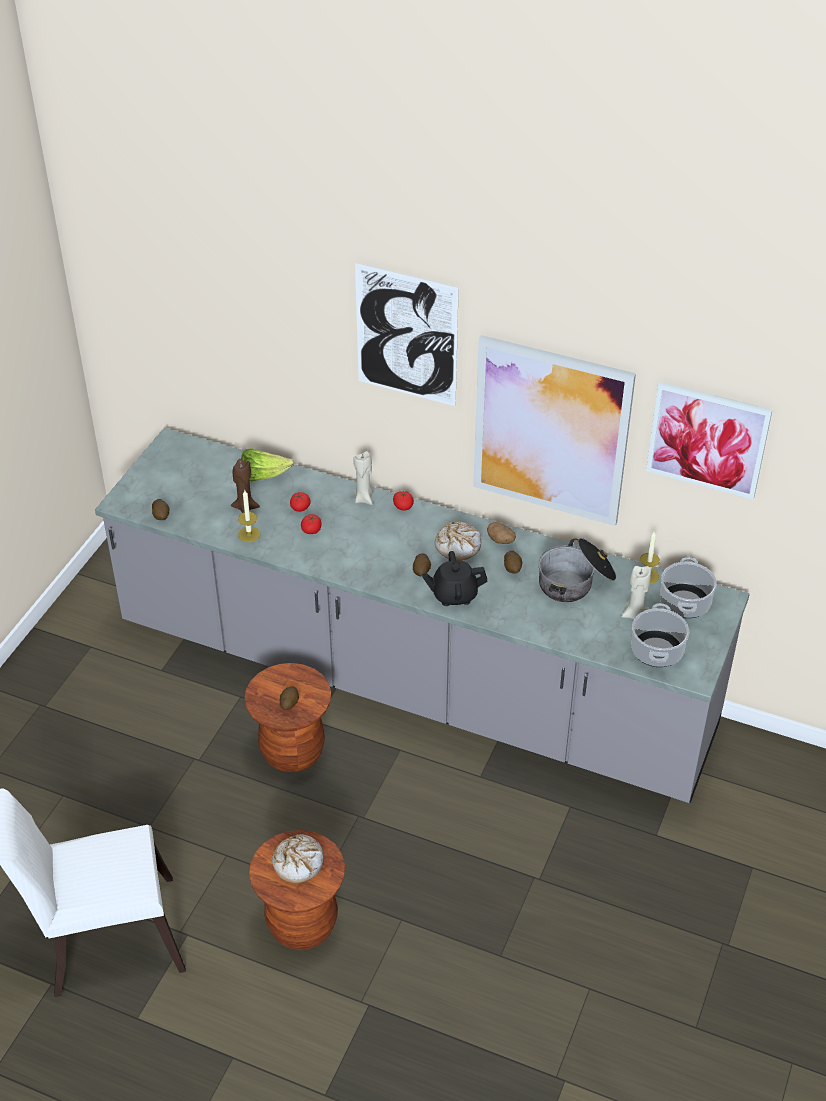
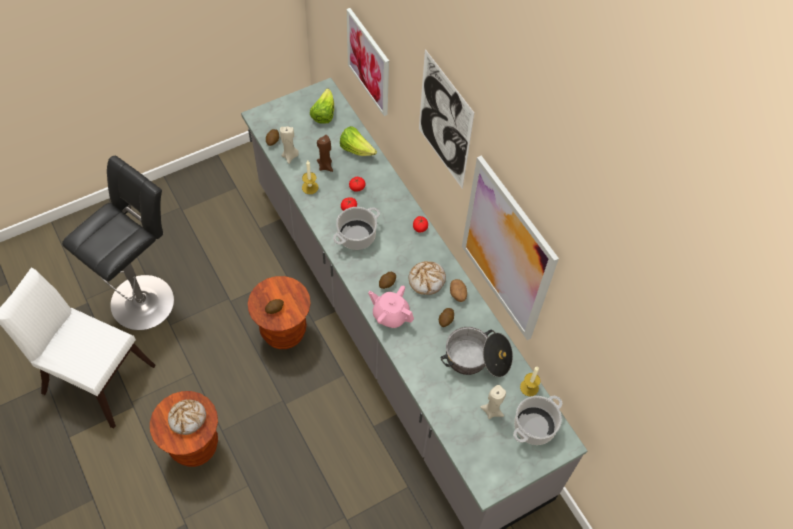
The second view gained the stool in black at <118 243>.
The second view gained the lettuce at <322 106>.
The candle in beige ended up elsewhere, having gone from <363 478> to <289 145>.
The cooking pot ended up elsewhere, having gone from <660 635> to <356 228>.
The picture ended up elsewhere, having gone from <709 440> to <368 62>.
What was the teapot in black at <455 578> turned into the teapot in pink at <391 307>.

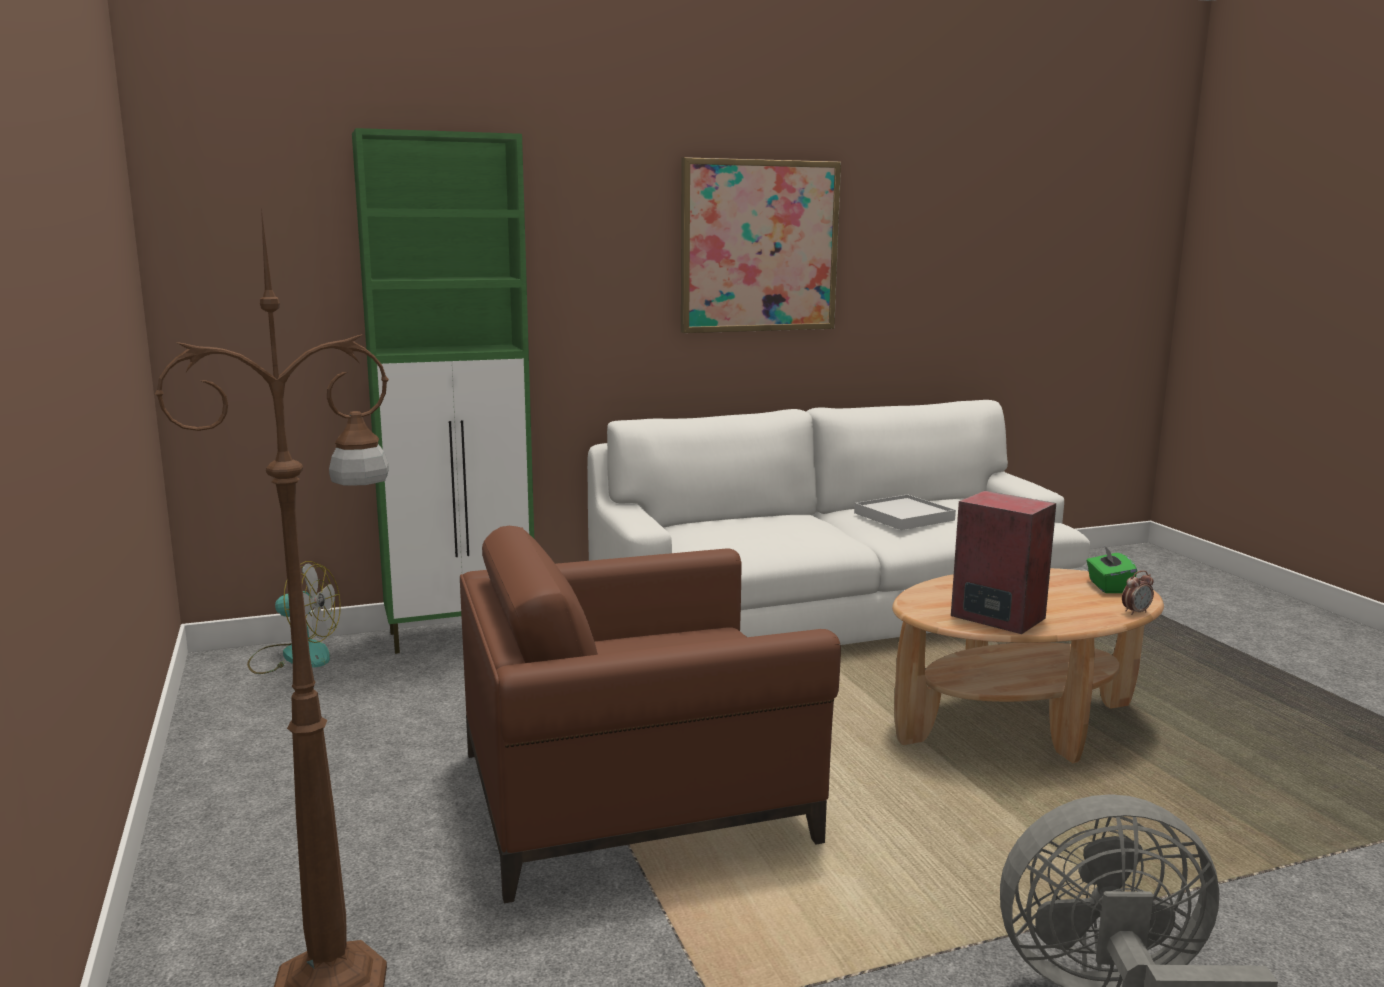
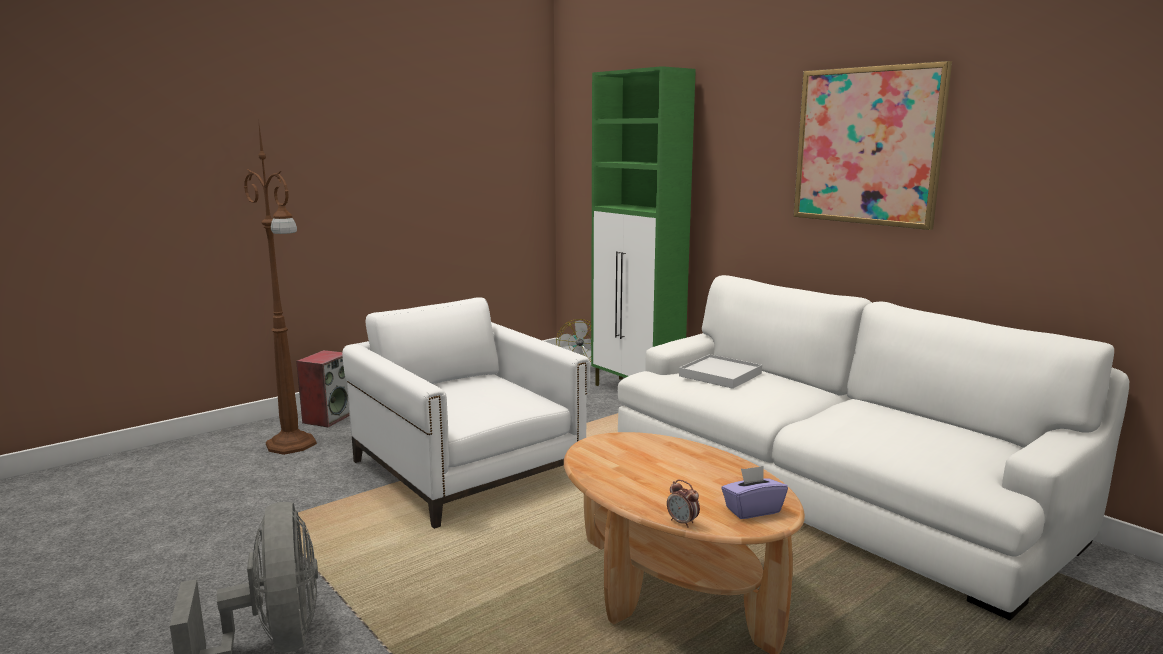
The tray in white ended up elsewhere, having gone from <905 512> to <720 371>.
The speaker ended up elsewhere, having gone from <1003 562> to <323 388>.
What was the armchair in brown at <650 714> turned into the armchair in white at <466 413>.
What was the tissue box in green at <1111 569> turned into the tissue box in purple at <754 492>.

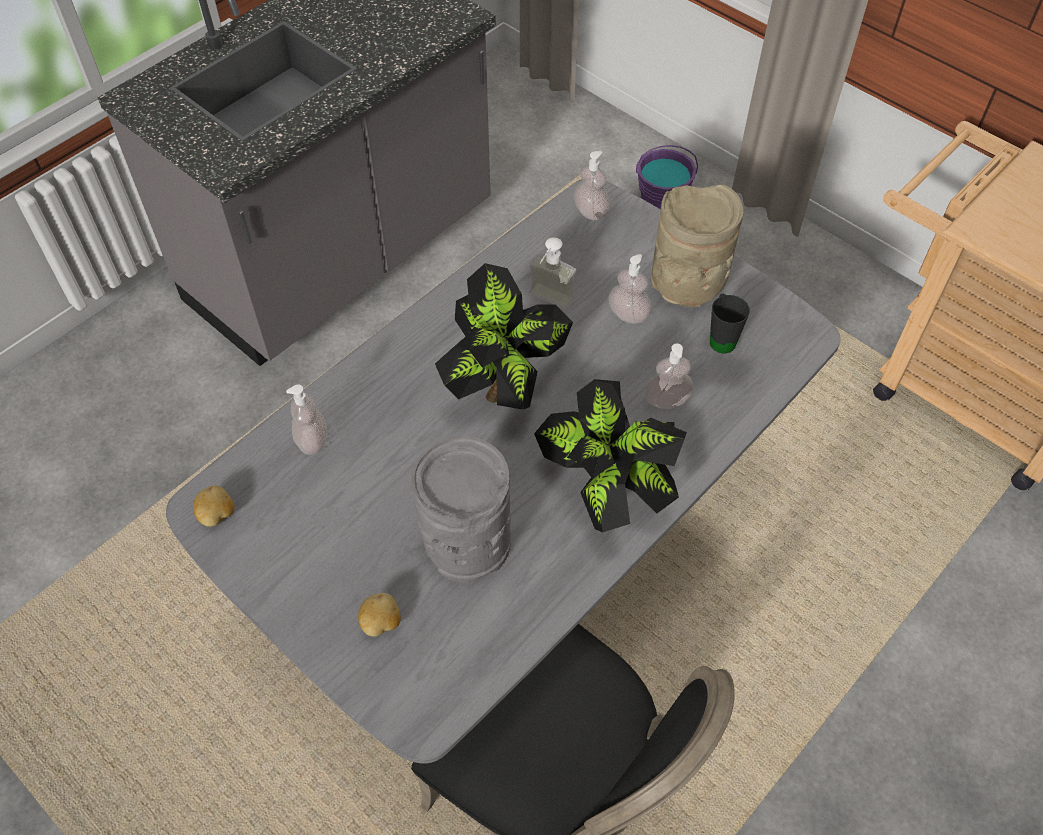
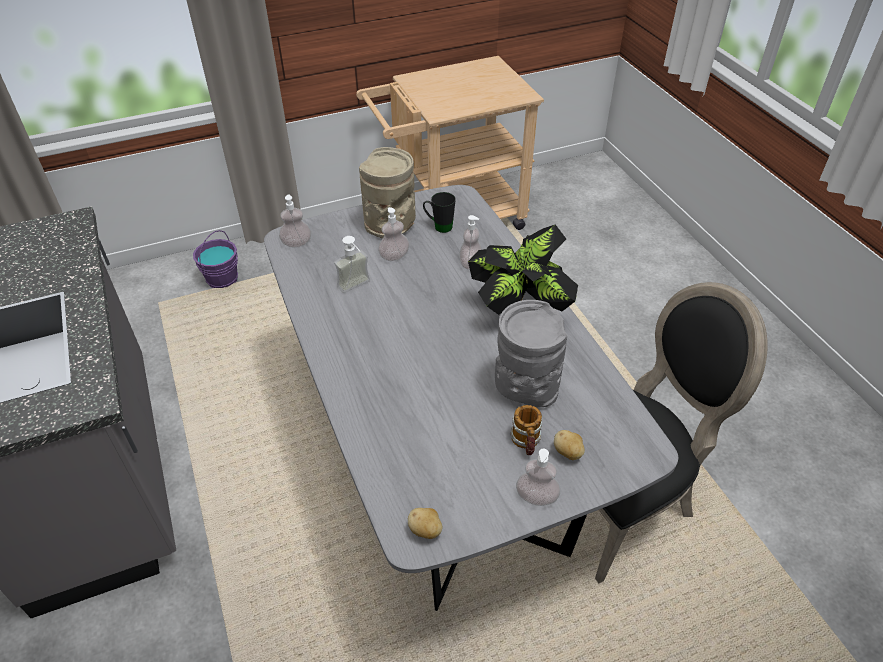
The second view lost the potted plant at <504 336>.
The second view gained the mug at <526 430>.
The soap dispenser ended up elsewhere, having gone from <306 419> to <538 477>.

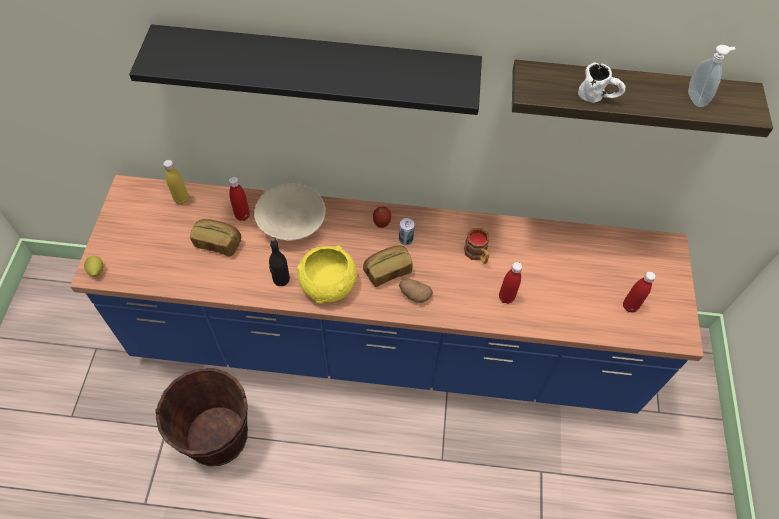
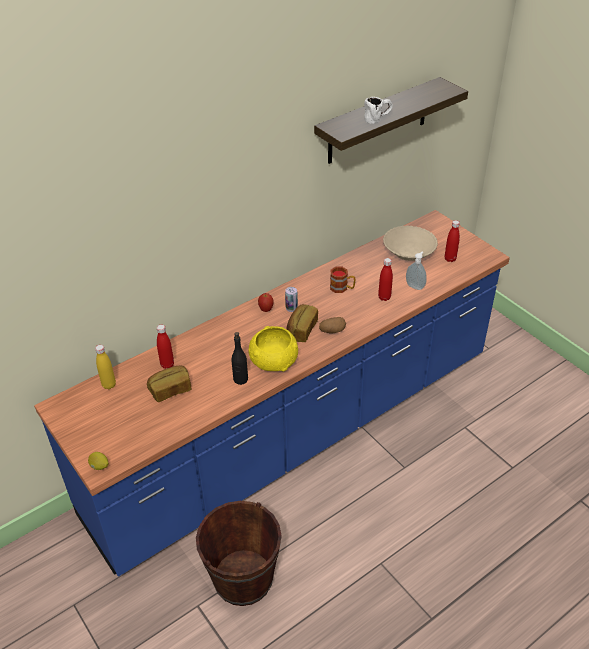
The second view lost the shelf in black at <305 69>.
The bowl in beige ended up elsewhere, having gone from <290 212> to <410 243>.
The soap dispenser ended up elsewhere, having gone from <711 76> to <416 271>.

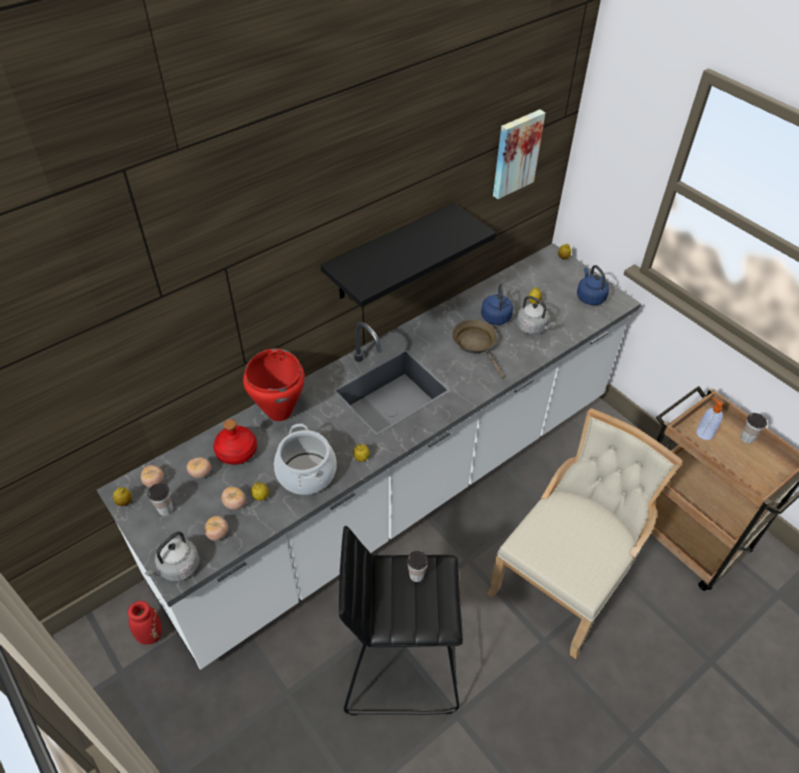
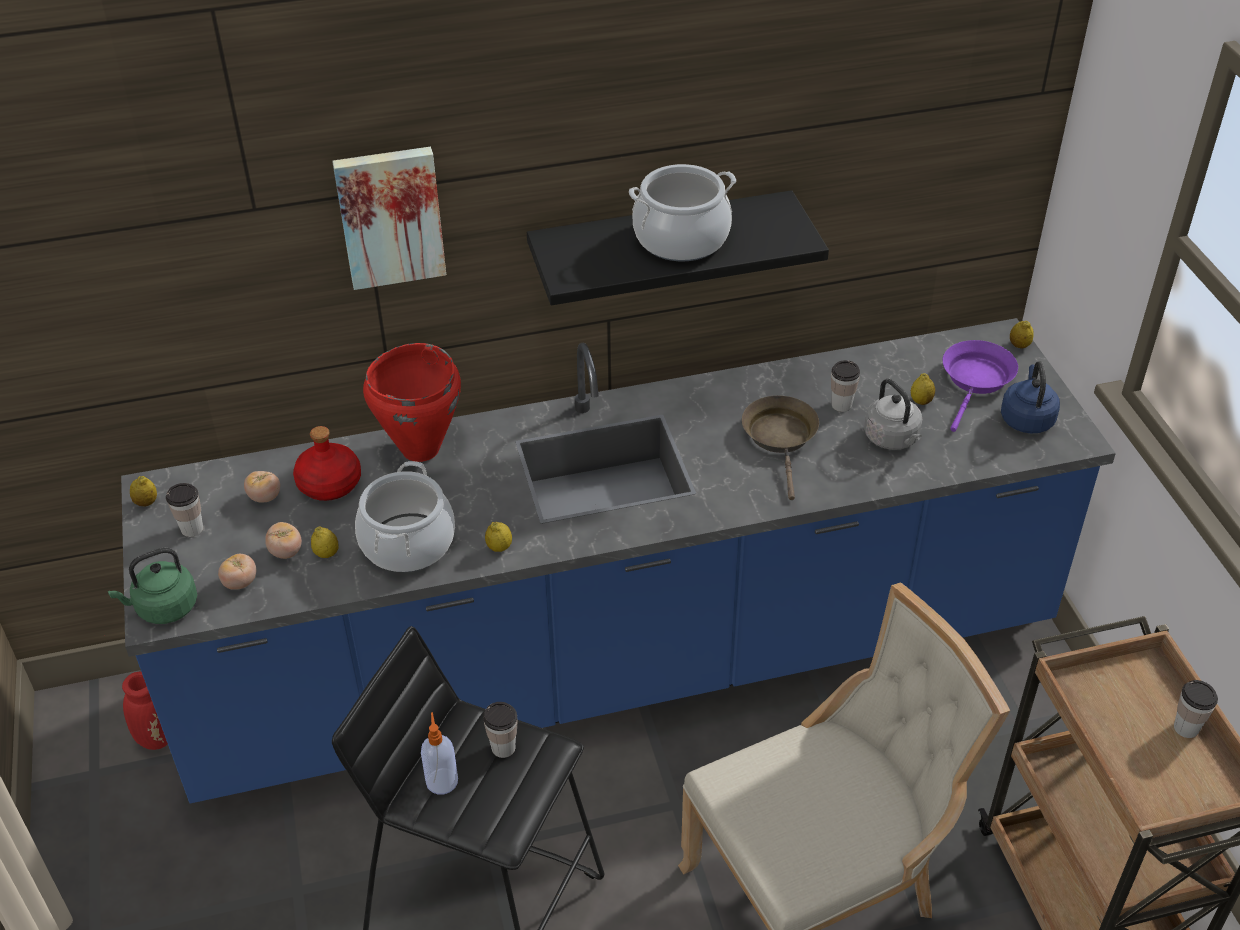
The second view lost the tomato at <152 476>.
The second view gained the cooking pot at <682 212>.
The second view gained the frying pan in purple at <980 386>.
The picture ended up elsewhere, having gone from <519 154> to <389 218>.
The soap dispenser ended up elsewhere, having gone from <709 418> to <439 753>.
Where the kettle in blue stood at <497 304>, the cup came to stand at <845 386>.
What was the counter in white at <369 456> turned into the counter in blue at <618 560>.
What was the kettle in grey at <172 556> turned into the kettle in green at <152 586>.

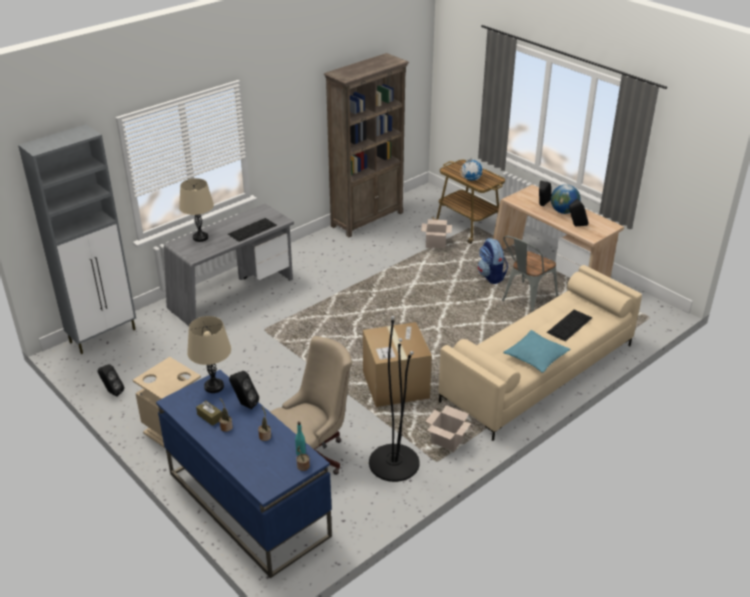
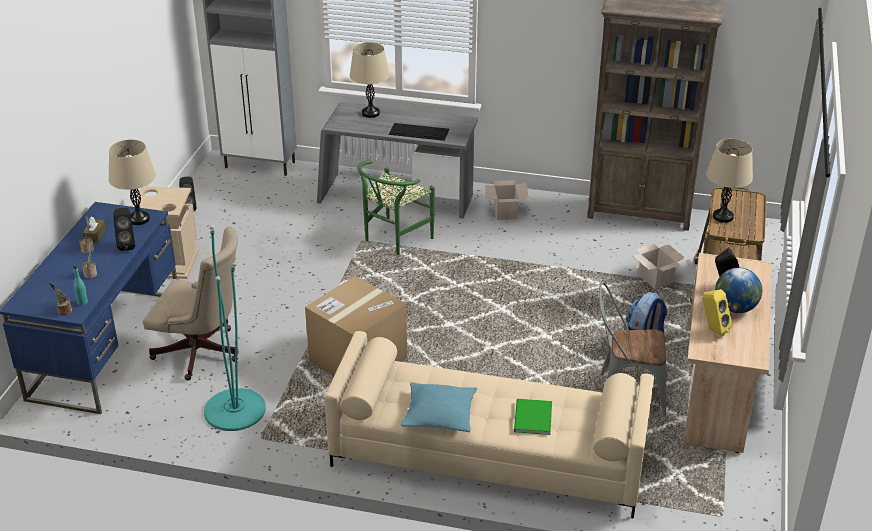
The second view gained the chair in green at <395 207>.
The cardboard box ended up elsewhere, having gone from <448 428> to <506 200>.
Where the globe stood at <471 169>, the table lamp in beige came to stand at <730 181>.
Where the keyboard stood at <569 325>, the book in green came to stand at <533 417>.
What was the floor lamp in black at <394 399> turned into the floor lamp in turquoise at <235 328>.
What was the speaker in black at <579 212> turned into the speaker in yellow at <717 312>.

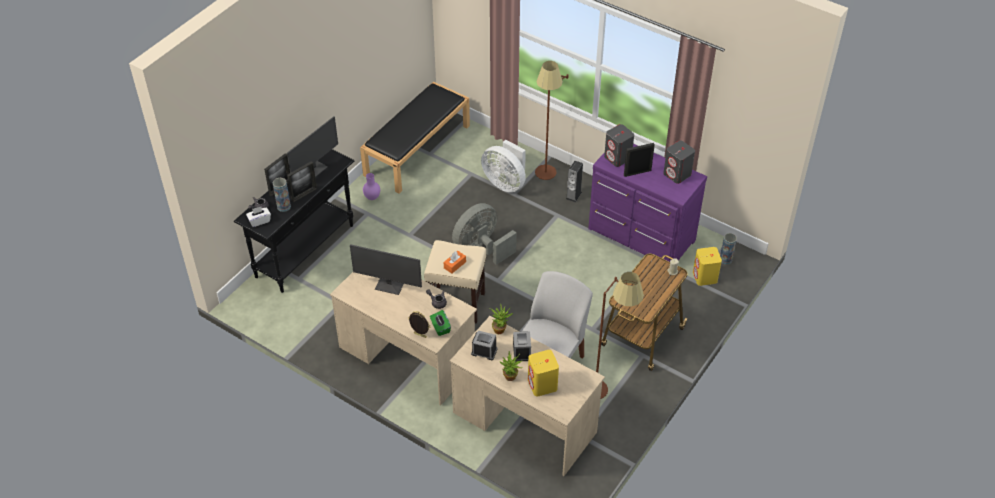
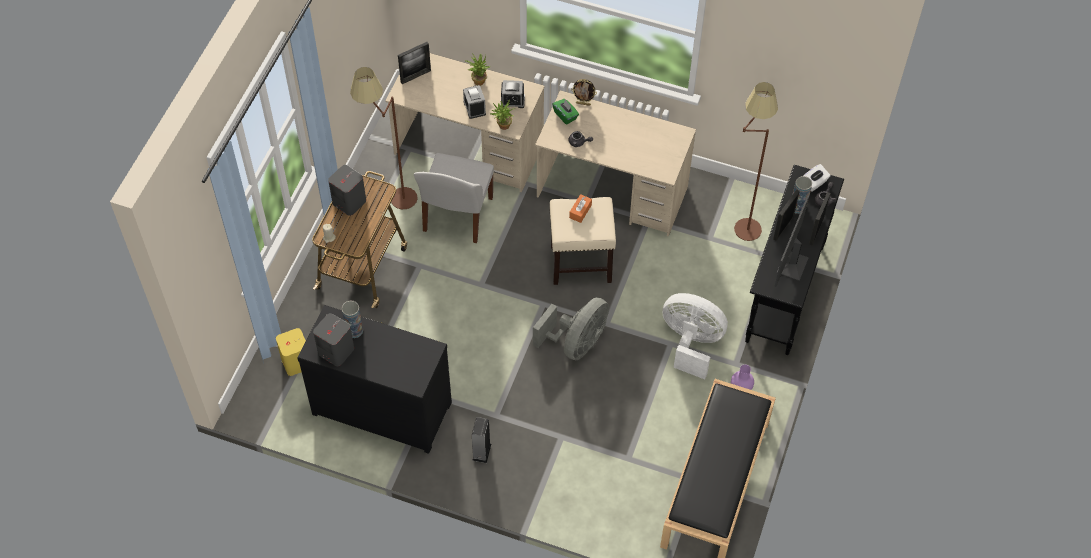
The second view lost the monitor at <386 269>.
The second view lost the speaker in yellow at <543 373>.
The fan in white ended up elsewhere, having gone from <503 166> to <695 336>.
The floor lamp in brown ended up elsewhere, having gone from <551 120> to <756 161>.
The speaker in grey ended up elsewhere, having gone from <619 145> to <347 190>.
The picture frame ended up elsewhere, having gone from <639 160> to <414 63>.
The vase ended up elsewhere, having gone from <728 249> to <352 319>.
What was the dresser in purple at <647 203> turned into the dresser in black at <374 379>.

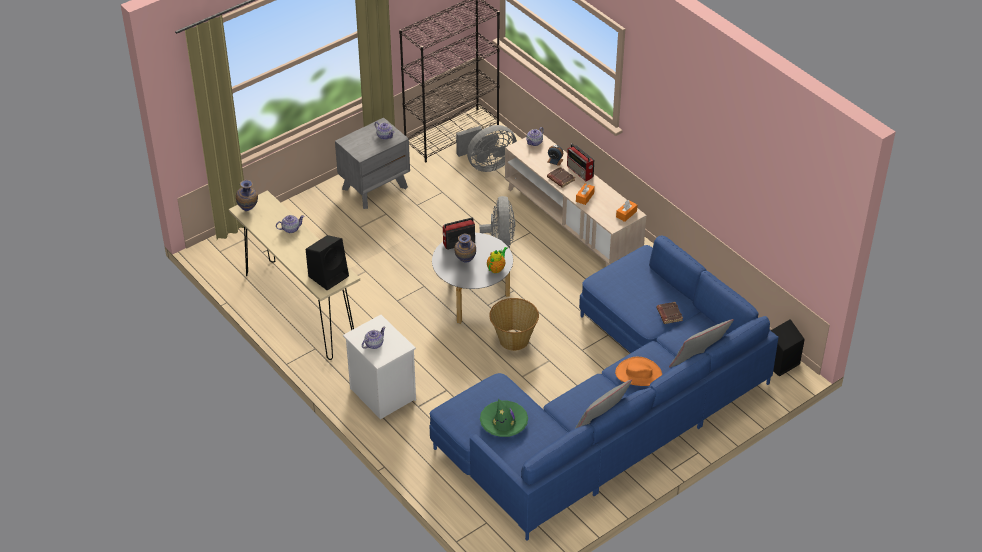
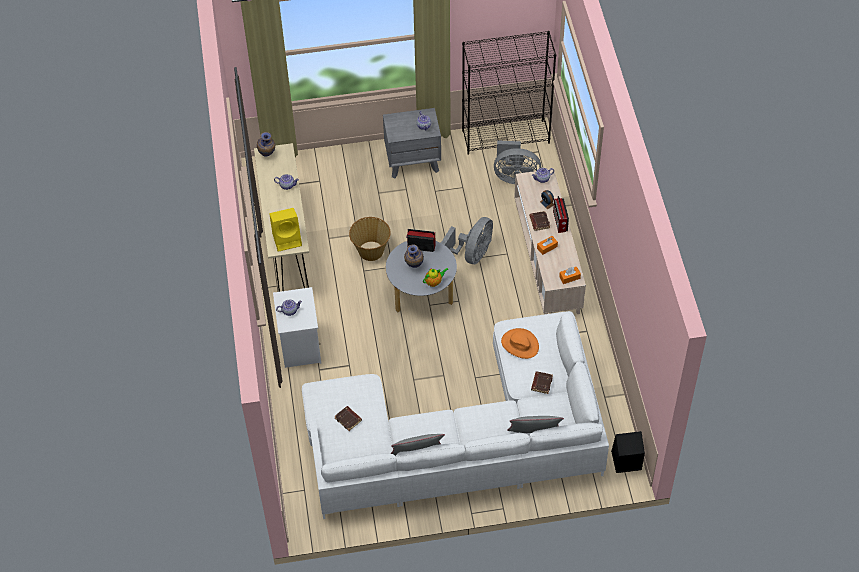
The basket ended up elsewhere, having gone from <514 324> to <370 239>.
The hat in orange ended up elsewhere, having gone from <638 371> to <520 343>.
Where the hat in green stood at <504 418>, the book in brown came to stand at <348 418>.
What was the speaker in black at <327 263> turned into the speaker in yellow at <285 230>.
What was the sofa in blue at <604 387> turned into the sofa in white at <455 415>.

